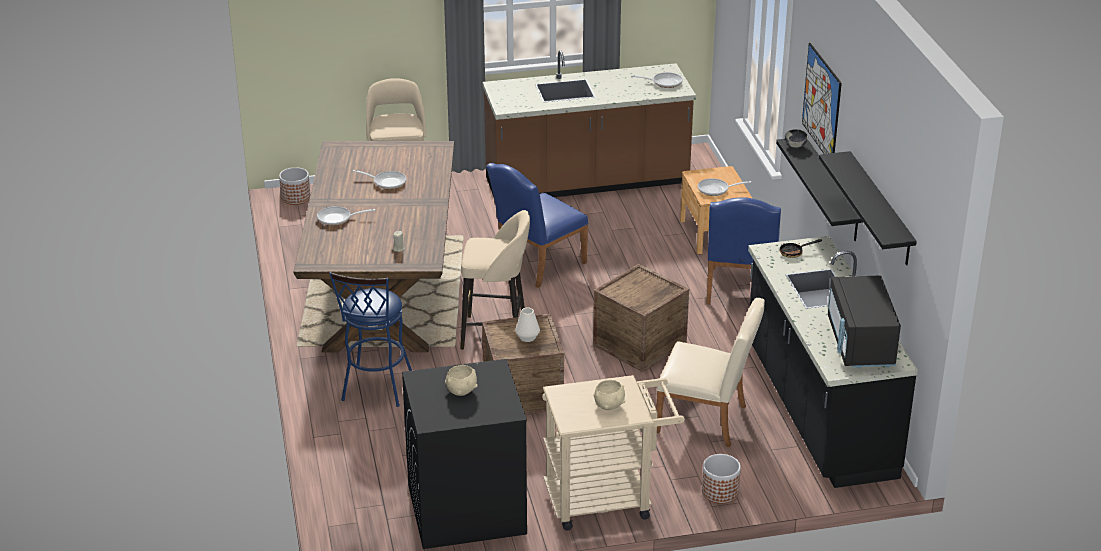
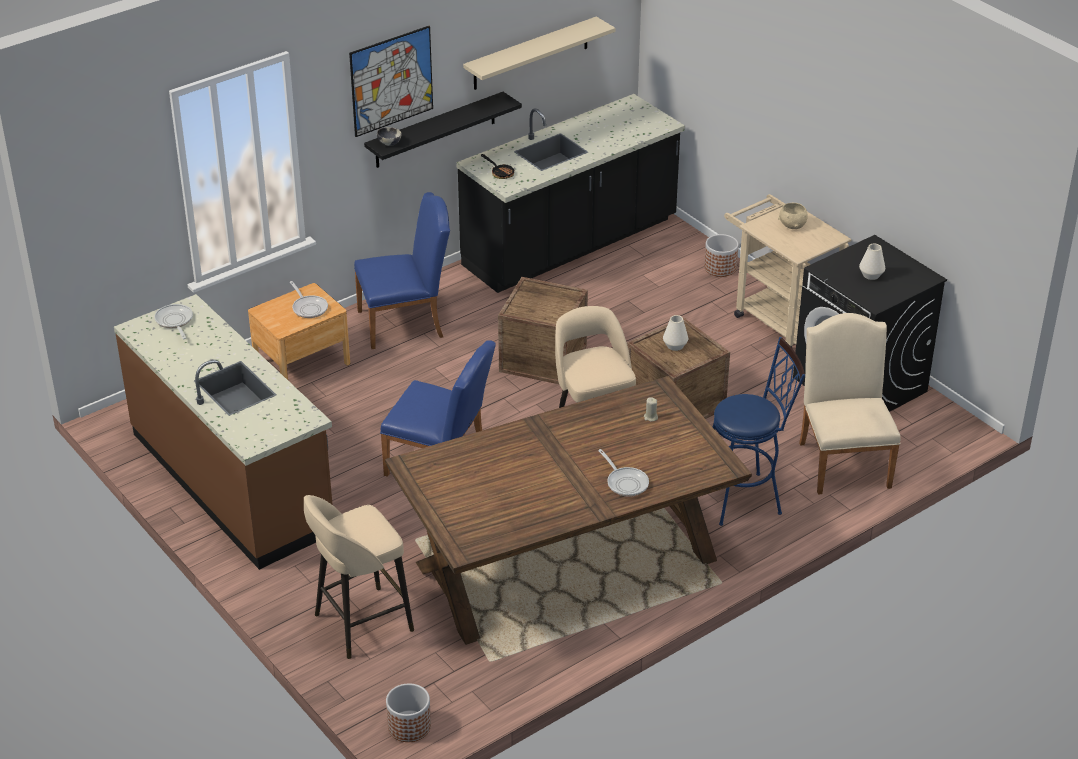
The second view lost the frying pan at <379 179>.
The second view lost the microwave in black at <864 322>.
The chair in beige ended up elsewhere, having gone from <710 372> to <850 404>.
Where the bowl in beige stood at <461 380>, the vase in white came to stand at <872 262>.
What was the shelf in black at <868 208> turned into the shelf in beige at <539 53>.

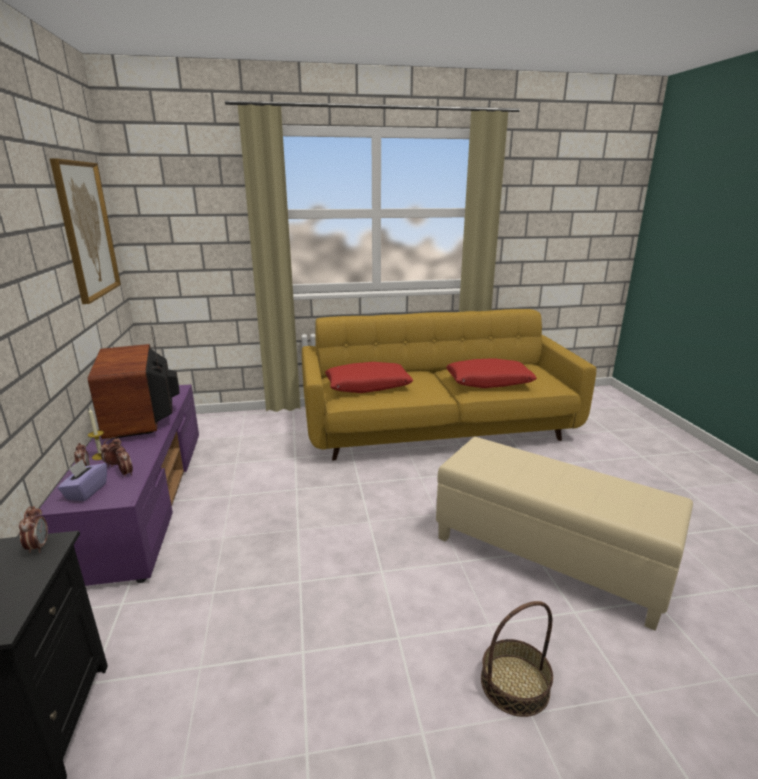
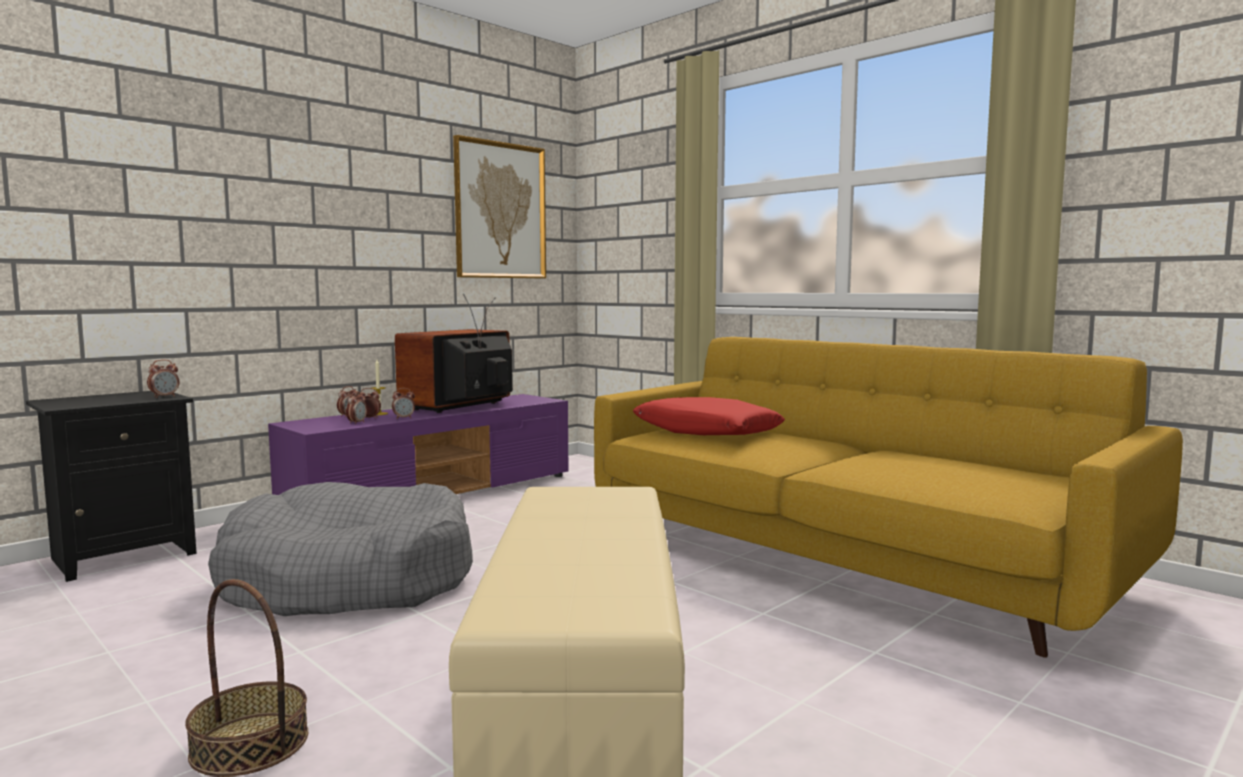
The second view lost the tissue box in purple at <82 480>.
The second view lost the pillow in red at <491 373>.
The second view gained the dog bed in grey at <340 549>.
The second view gained the alarm clock at <403 403>.

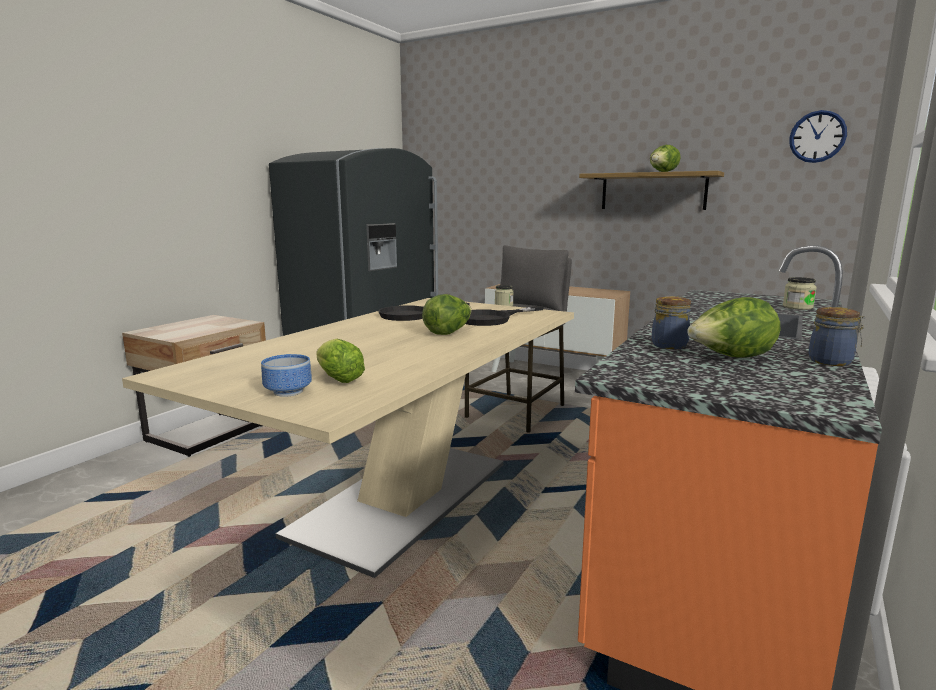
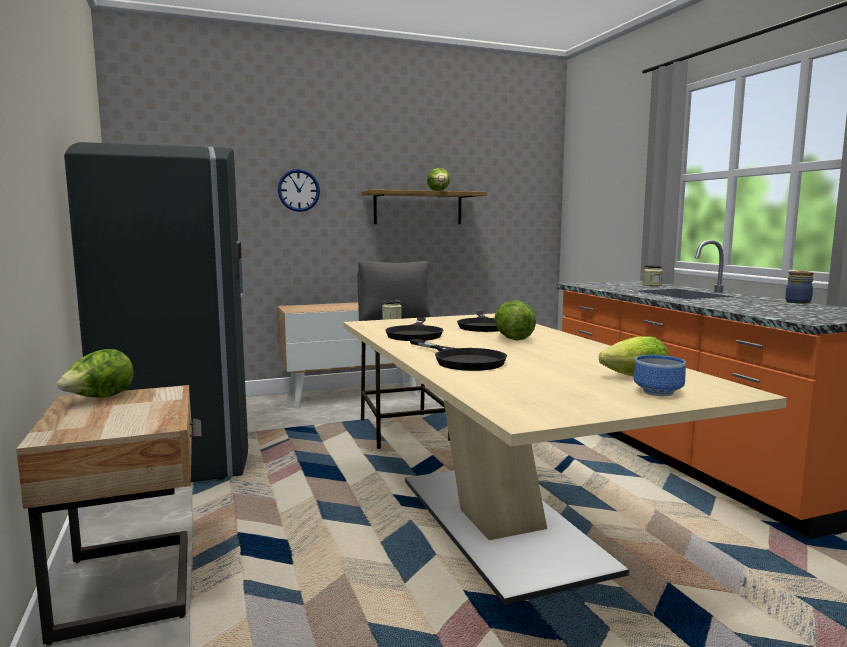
The second view lost the jar at <671 322>.
The second view gained the frying pan in black at <458 355>.
The lettuce ended up elsewhere, having gone from <733 327> to <95 373>.
The wall clock ended up elsewhere, having gone from <818 136> to <299 190>.

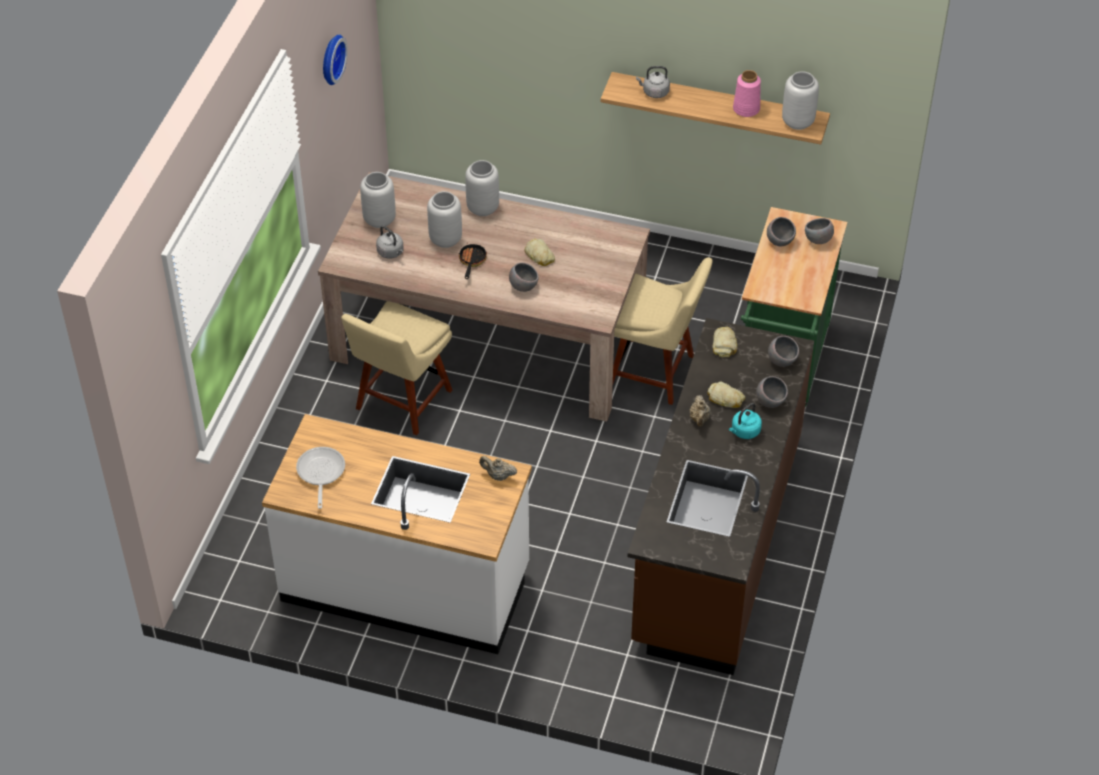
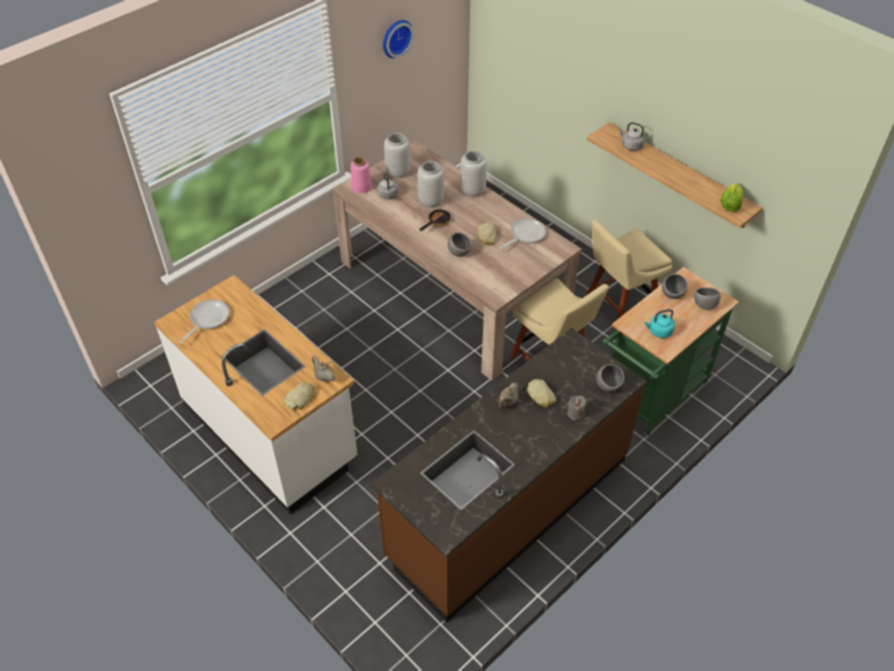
The second view gained the frying pan at <523 233>.
The chair in beige ended up elsewhere, having gone from <396 368> to <629 275>.
The bread ended up elsewhere, having gone from <725 342> to <299 396>.
The kettle in turquoise ended up elsewhere, having gone from <745 421> to <659 323>.
The vase in pink ended up elsewhere, having gone from <747 93> to <361 175>.
Where the bowl in grey stood at <772 392>, the candle in grey came to stand at <577 408>.
Where the vase in grey stood at <800 100>, the lettuce came to stand at <731 197>.

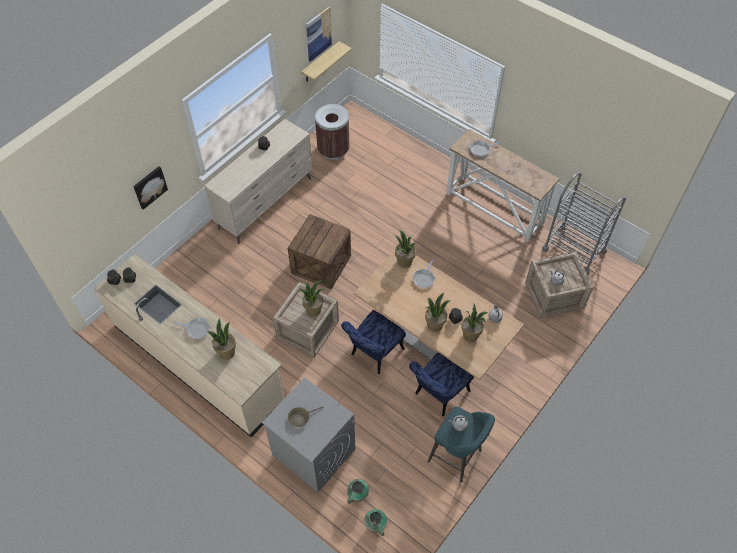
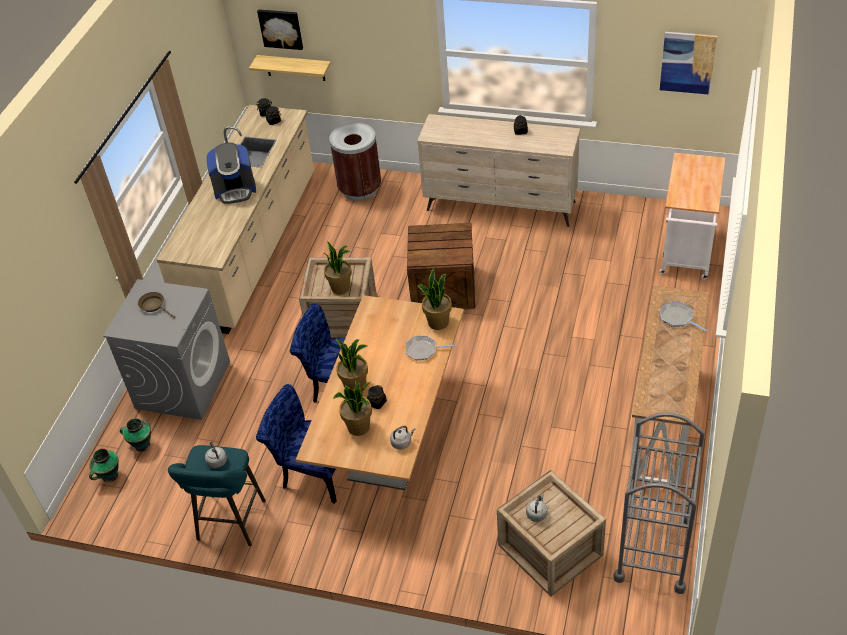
The second view lost the potted plant at <221 339>.
The second view gained the cart in white at <692 216>.
The picture ended up elsewhere, having gone from <150 188> to <280 29>.
The shelf ended up elsewhere, having gone from <326 61> to <290 68>.
The trash can in brown ended up elsewhere, having gone from <332 132> to <355 161>.
Where the frying pan stood at <192 328>, the coffee machine came to stand at <231 173>.

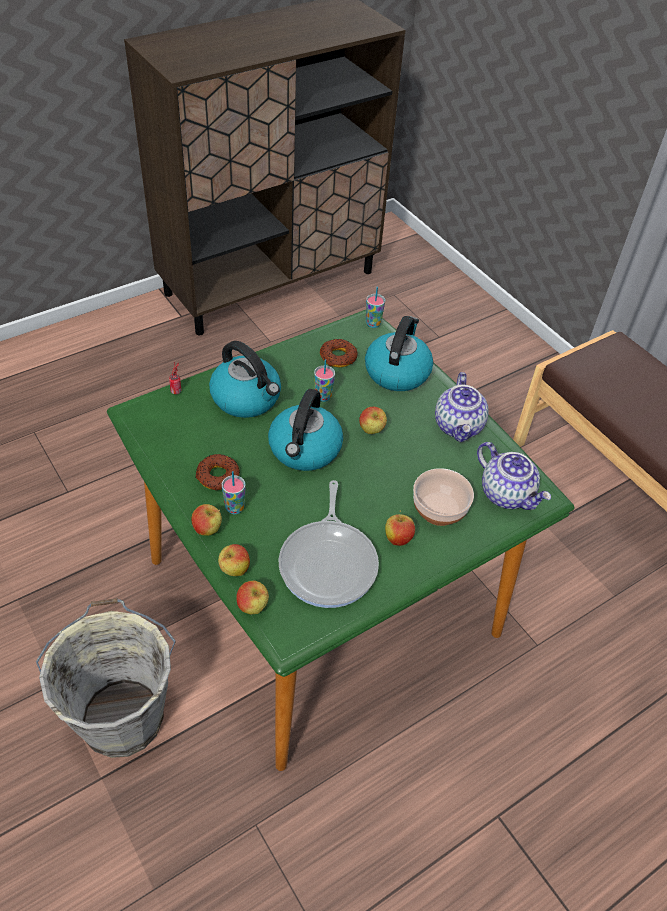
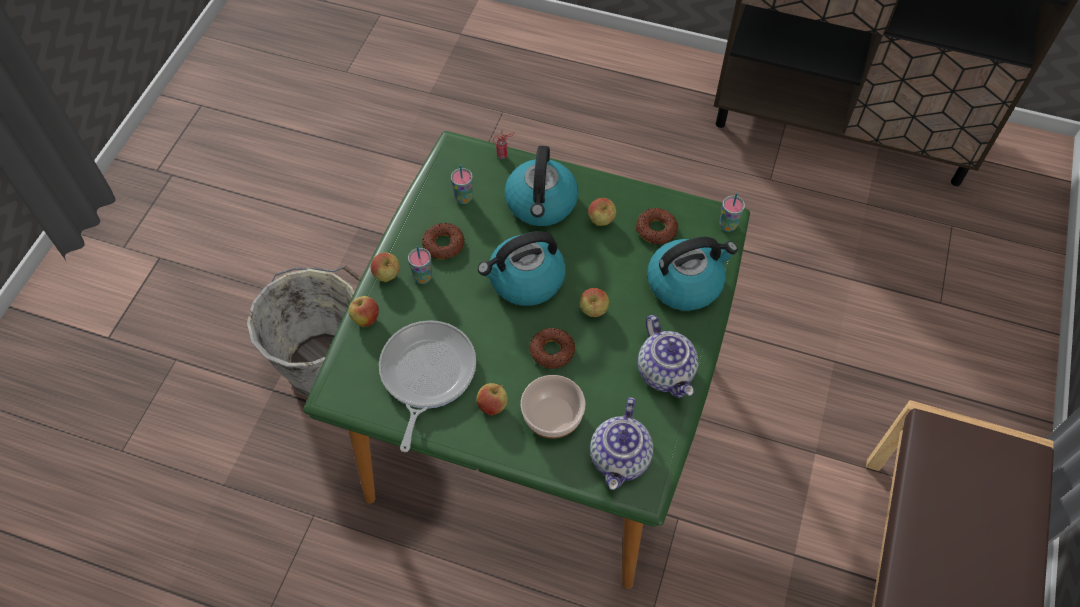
The second view gained the donut at <552 348>.
The apple ended up elsewhere, having gone from <252 597> to <602 212>.
The cup ended up elsewhere, having gone from <324 380> to <462 184>.
The frying pan at <329 544> ended up facing another way, 135 degrees clockwise from before.
The teapot at <462 407> ended up facing another way, 75 degrees counterclockwise from before.

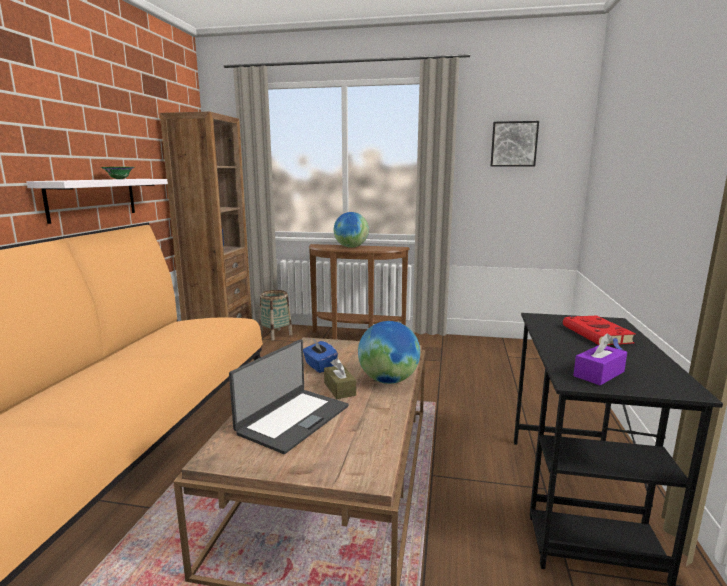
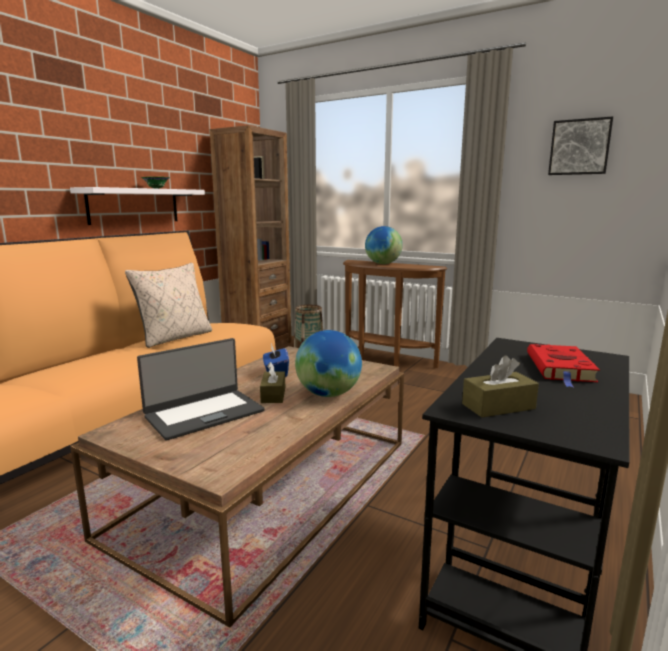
The second view gained the pillow in beige at <168 305>.
What was the tissue box in purple at <600 359> turned into the tissue box in brown at <500 386>.

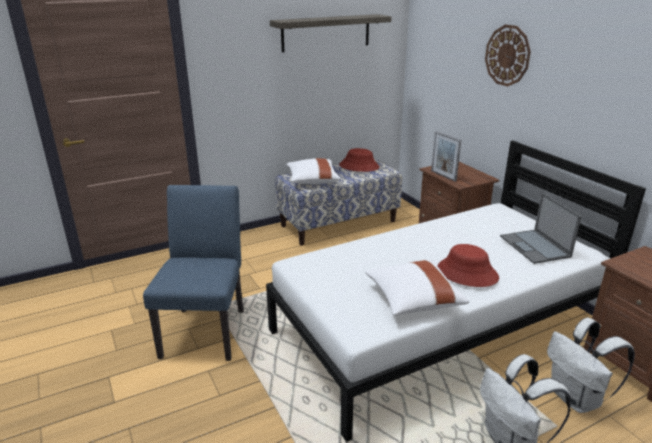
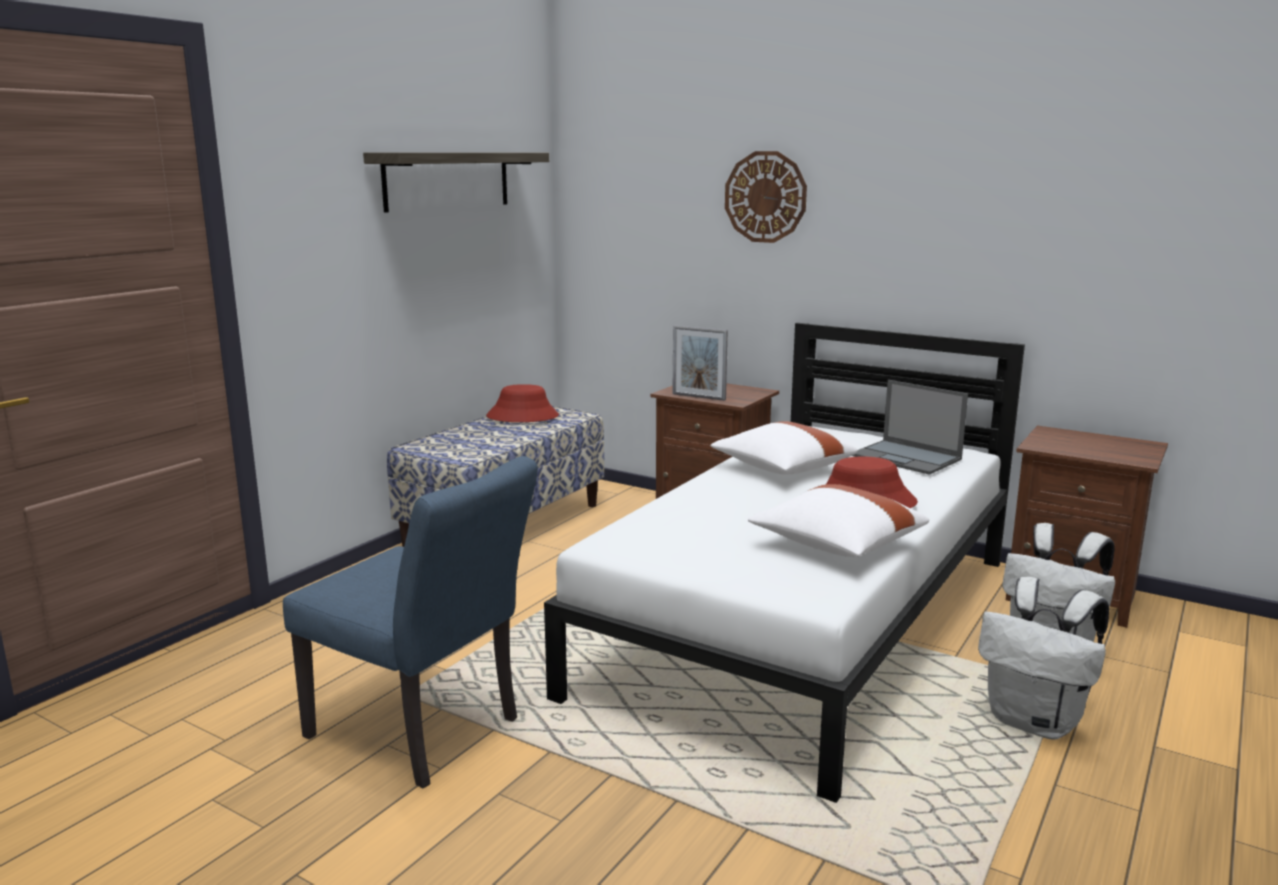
The pillow in white ended up elsewhere, having gone from <313 171> to <784 447>.
The chair in blue at <193 273> ended up facing another way, 150 degrees clockwise from before.

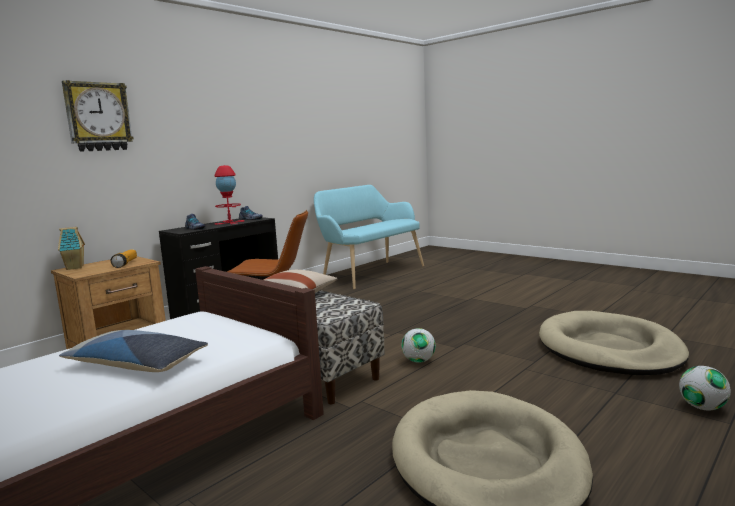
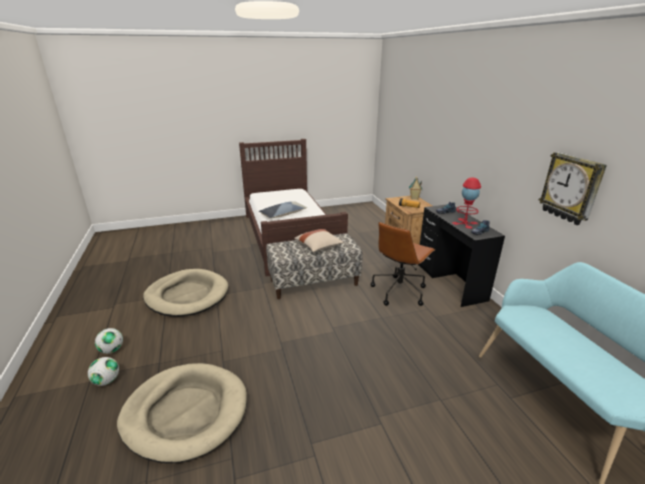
The wall clock ended up elsewhere, having gone from <98 116> to <573 188>.
The football ended up elsewhere, having gone from <418 345> to <109 341>.

